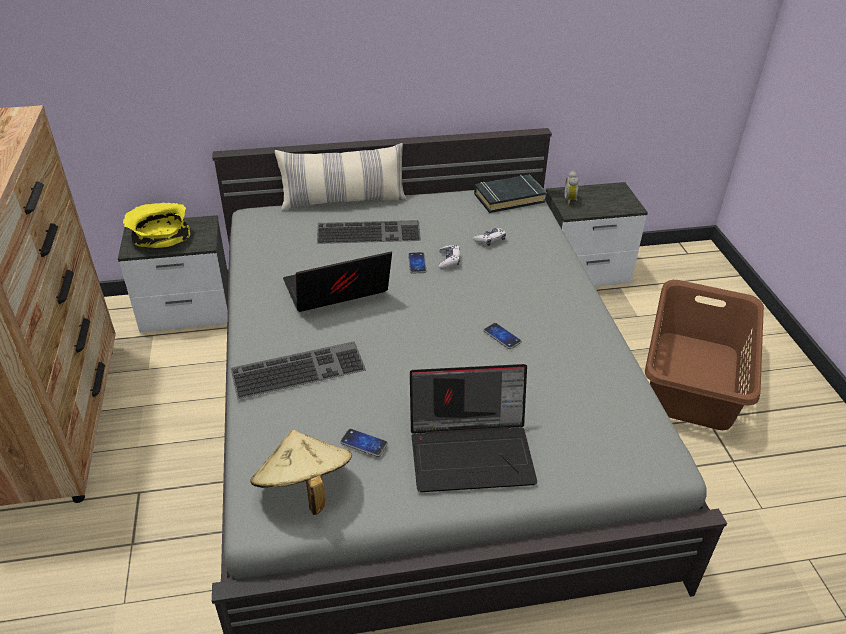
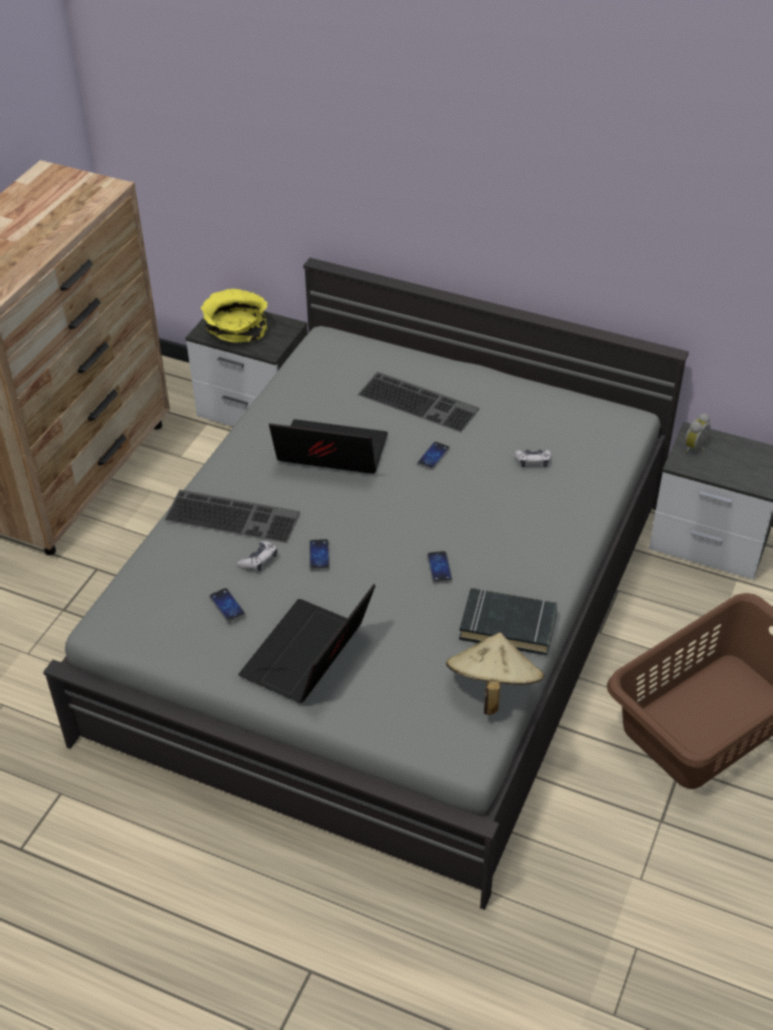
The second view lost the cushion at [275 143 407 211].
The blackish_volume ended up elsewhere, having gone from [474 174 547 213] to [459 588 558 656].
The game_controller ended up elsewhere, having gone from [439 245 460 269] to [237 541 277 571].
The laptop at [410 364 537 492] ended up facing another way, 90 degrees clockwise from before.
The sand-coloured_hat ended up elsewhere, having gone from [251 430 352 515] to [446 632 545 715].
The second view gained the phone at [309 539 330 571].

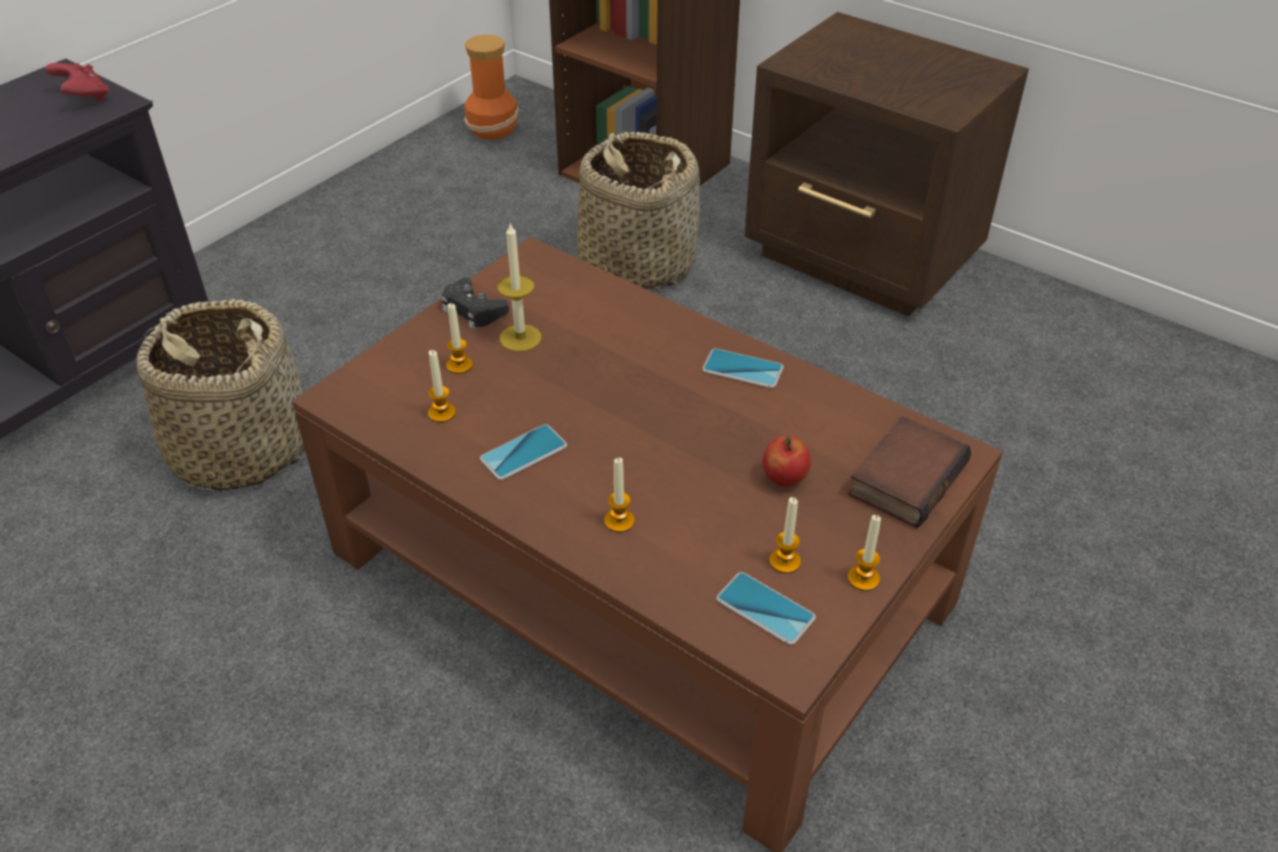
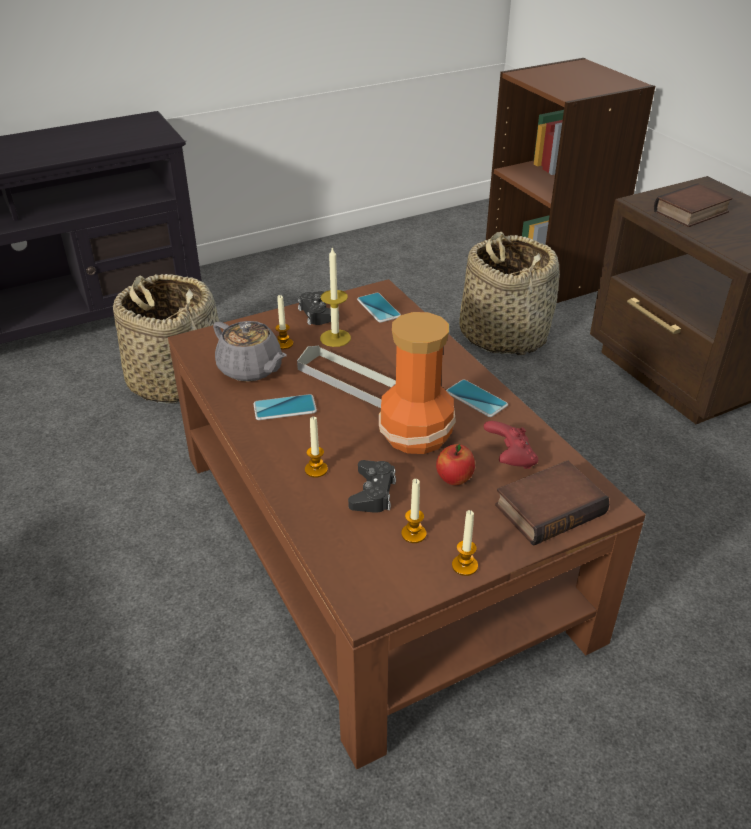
The flower_vase ended up elsewhere, having gone from [464 35 519 140] to [379 312 456 454].
The red-coloured_game_controller ended up elsewhere, having gone from [45 63 109 101] to [484 421 538 469].
Where the wax_candle stood at [428 350 456 423], the greyish_pot_for_tea came to stand at [213 321 287 382].
The phone ended up elsewhere, having gone from [716 572 816 645] to [357 293 401 323].
The second view gained the volume at [654 183 733 227].
The second view gained the greyish_tray at [297 346 396 408].
The second view gained the blackish_game_controller at [348 460 396 513].

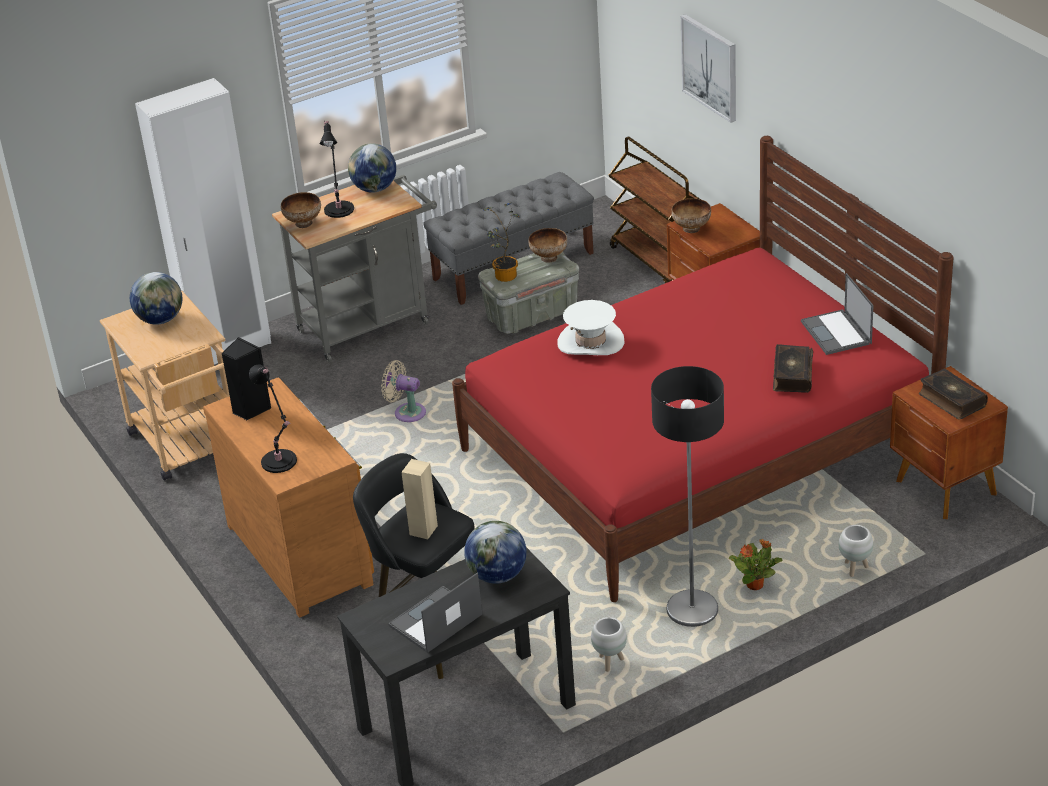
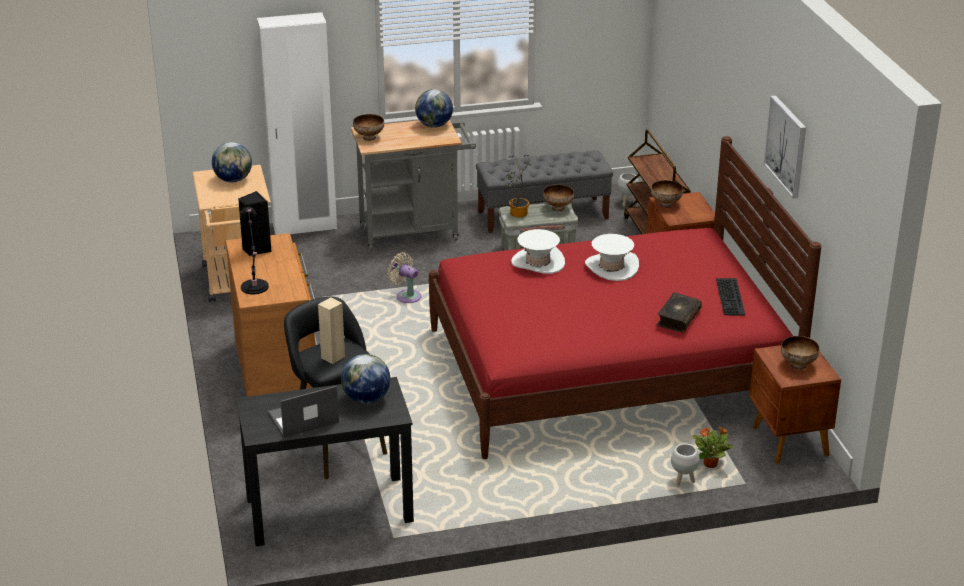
The wall_art ended up elsewhere, having gone from [681 14 736 123] to [764 95 806 198].
The second view lost the blackish_table_lamp at [320 120 354 218].
Where the laptop stood at [801 273 874 355], the computer_keyboard came to stand at [716 278 745 315].
The second view lost the floor_lamp at [651 366 724 627].
Where the volume stood at [919 368 988 420], the serving_bowl came to stand at [781 336 820 370].
The houseplant ended up elsewhere, having gone from [729 539 782 590] to [692 426 734 468].
The white_plant_pot ended up elsewhere, having gone from [591 617 627 672] to [617 173 639 207].
The second view gained the white_hat at [585 234 639 281].

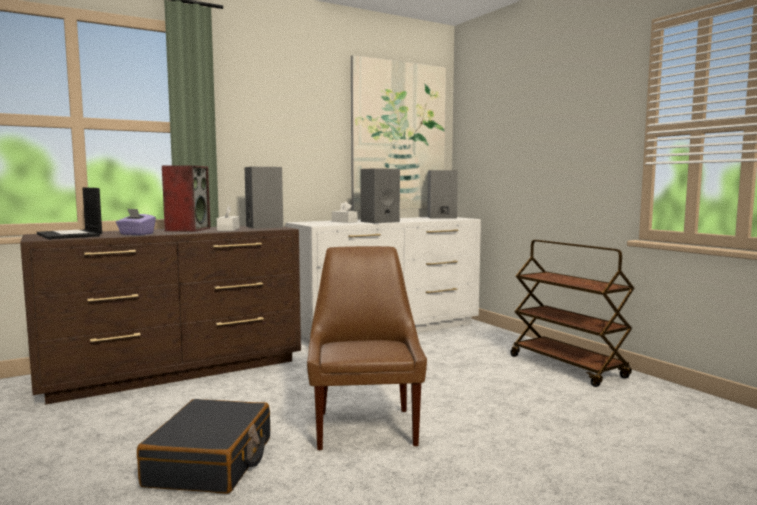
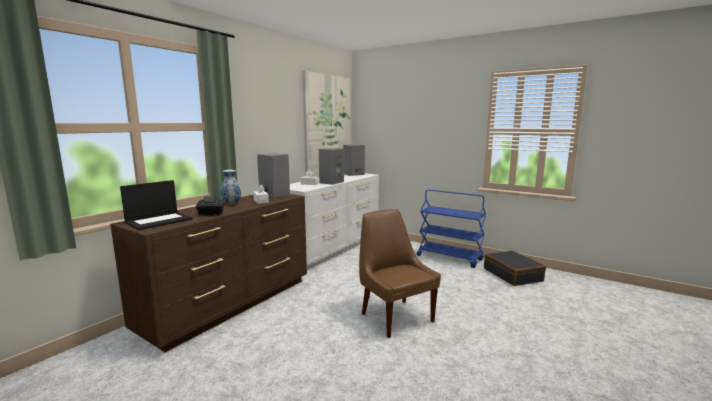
Where the speaker stood at [162 165 210 232], the flower_vase came to stand at [221 170 241 204].
The laptop at [37 188 102 239] ended up facing another way, 75 degrees counterclockwise from before.
What was the purple_box_of_tissues at [116 209 156 235] turned into the blackish_box_of_tissues at [195 196 224 216].
What was the brownish_wheeled_cart at [510 240 634 387] turned into the bluish_wheeled_cart at [417 189 486 268].
The blackish_piece_of_luggage ended up elsewhere, having gone from [137 399 270 494] to [484 251 546 286].

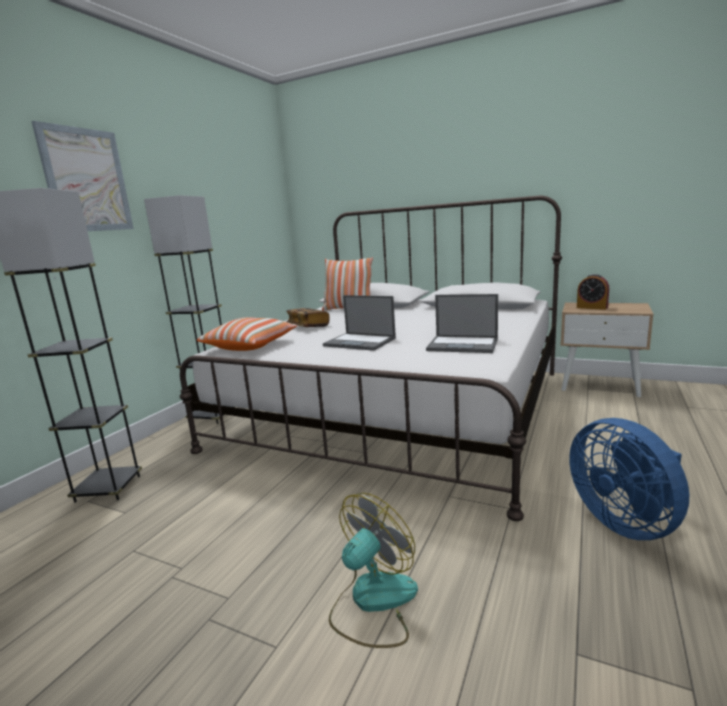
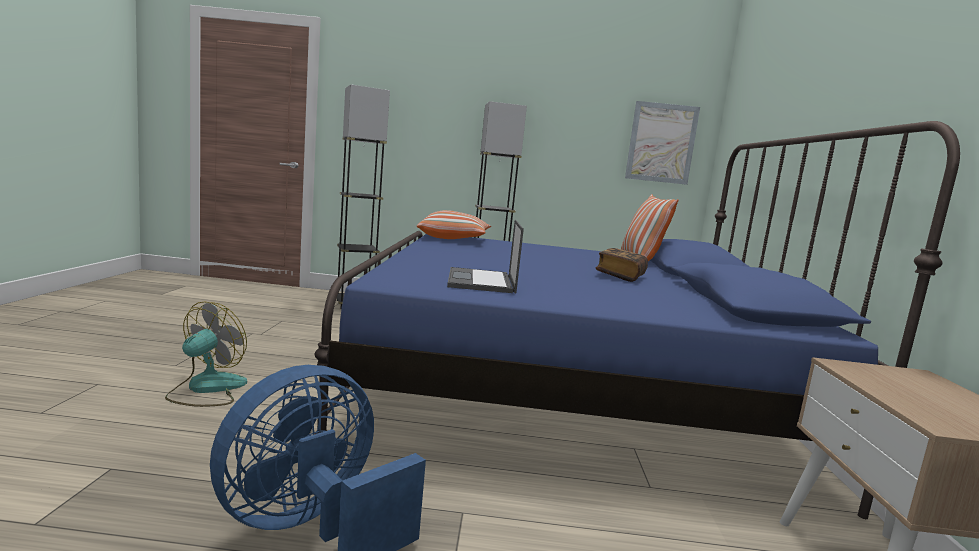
The wall_art ended up elsewhere, having gone from [32 121 134 231] to [625 101 700 185].
What was the white_sleeping_bed at [180 196 562 521] turned into the bluish_sleeping_bed at [314 121 960 519].
The second view lost the table_clock at [577 274 609 310].
The second view lost the laptop at [323 295 396 351].
The volume ended up elsewhere, having gone from [286 308 330 327] to [596 248 648 282].
The fan at [329 493 418 648] ended up facing another way, 90 degrees counterclockwise from before.

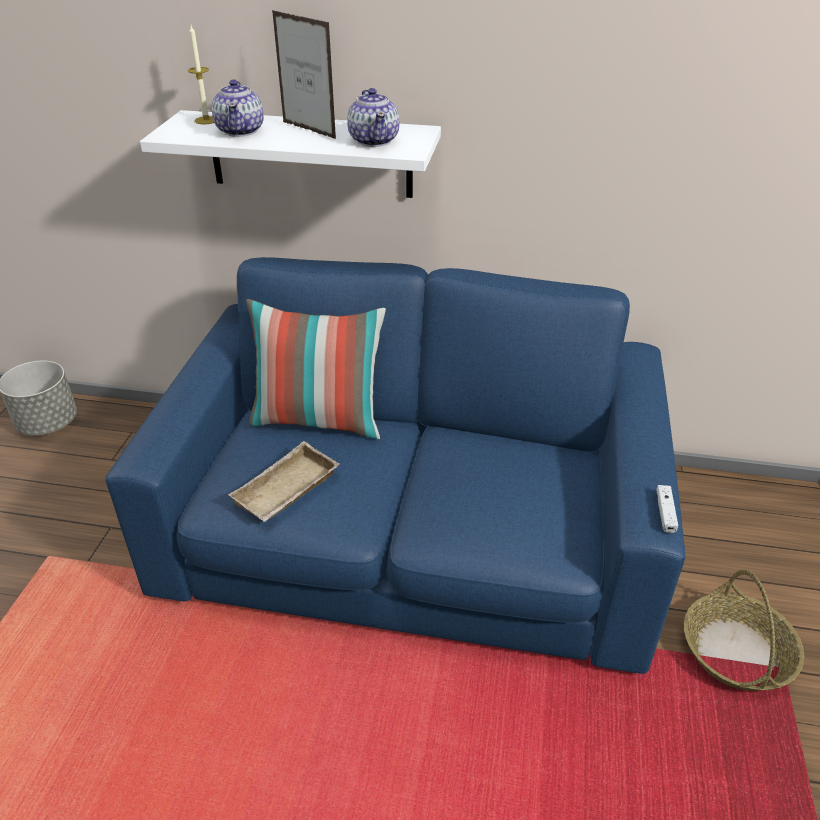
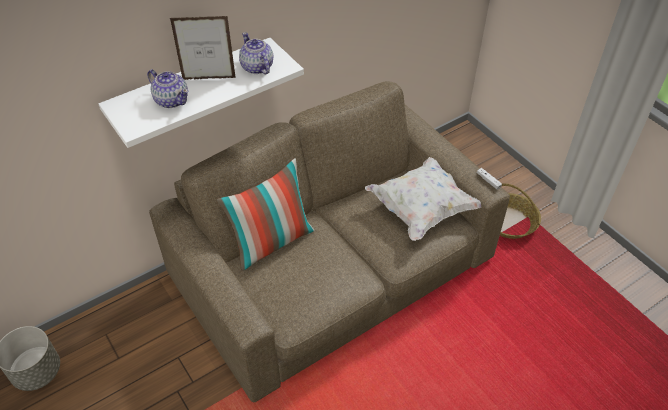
The second view lost the wax_candle at [188 25 214 124].
The pot_for_tea at [347 88 400 147] ended up facing another way, 150 degrees counterclockwise from before.
What was the bluish_settee at [105 257 685 674] turned into the brownish_settee at [149 81 510 402].
The second view lost the sand-coloured_tray at [228 441 339 522].
The second view gained the white_cushion at [365 157 481 241].

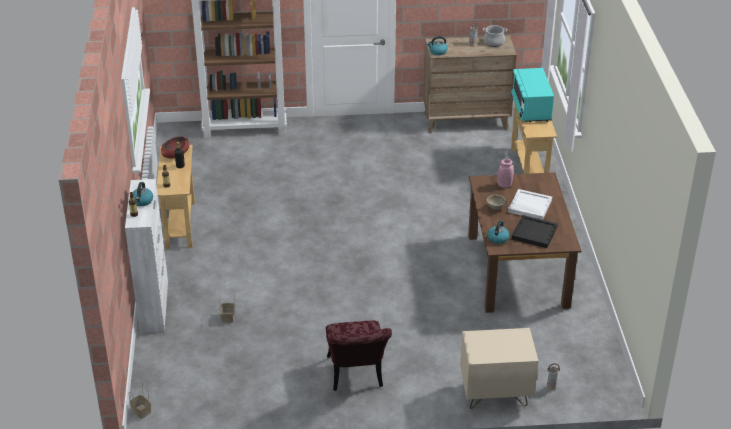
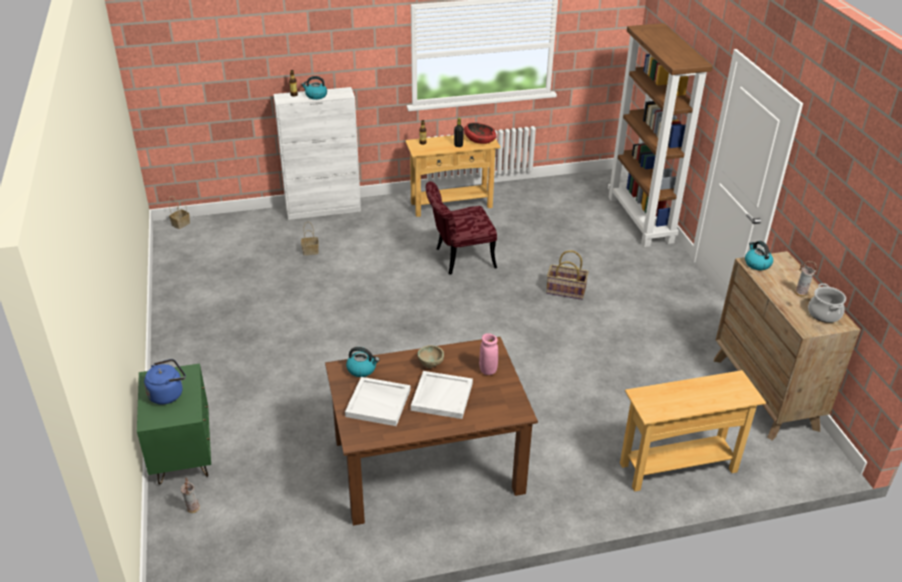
The second view lost the turquoise-coloured_microwave_oven at [511 68 554 123].
What was the blackish_tray at [512 215 558 248] turned into the white_tray at [345 377 410 426].
The red-coloured_chair ended up elsewhere, having gone from [326 321 392 391] to [426 181 497 275].
What was the sand-coloured_nightstand at [460 328 538 409] turned into the green_nightstand at [137 363 211 485].
The second view gained the basket at [546 250 589 300].
The second view gained the bluish_tea_kettle at [144 359 186 404].

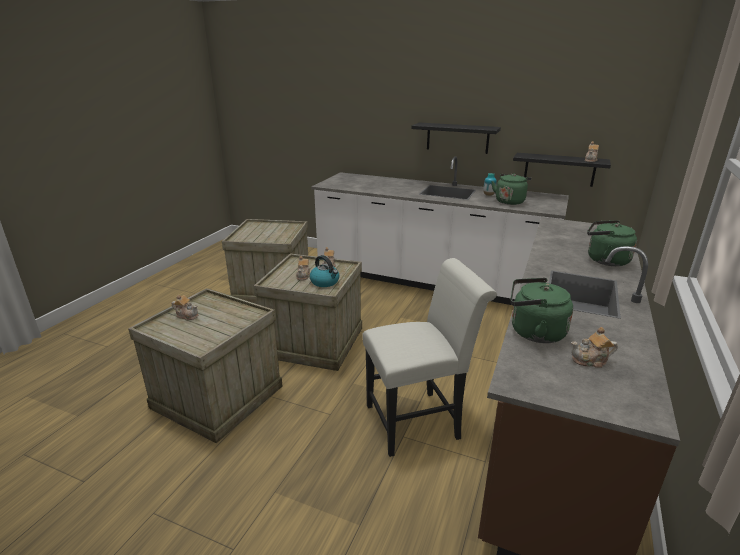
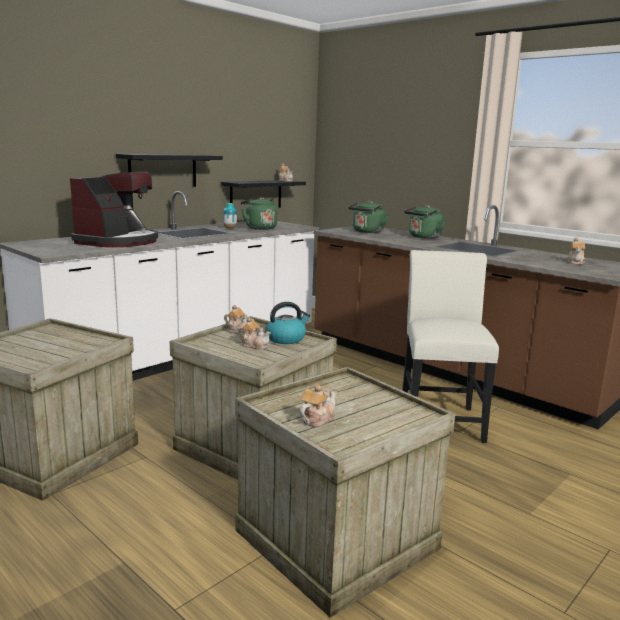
The green_tea_kettle ended up elsewhere, having gone from [511 278 573 343] to [348 201 389 233].
The second view gained the coffee_maker at [70 171 158 247].

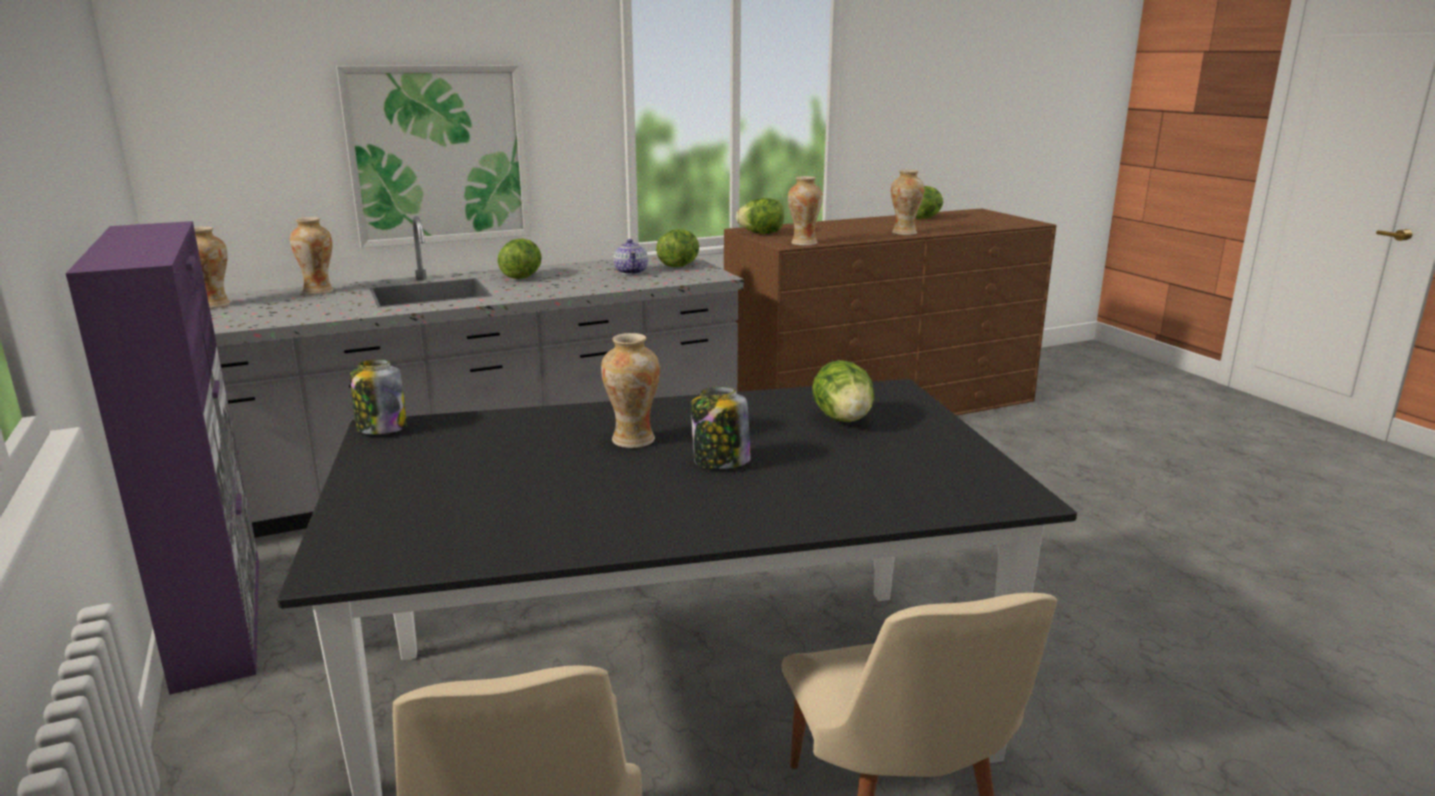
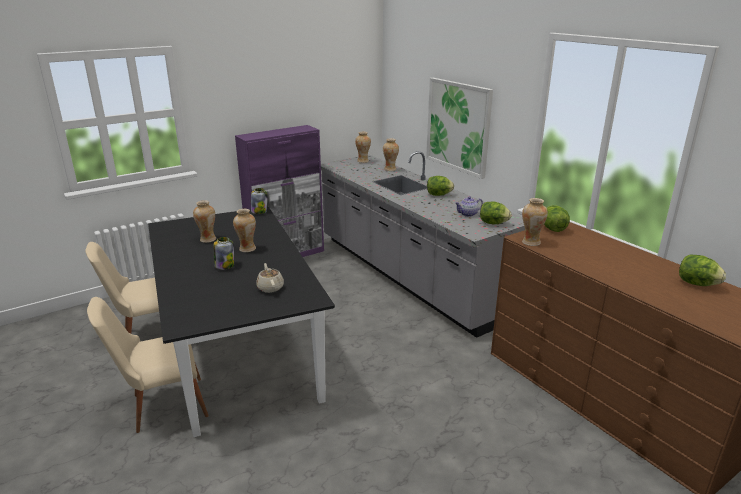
The flower_vase ended up elsewhere, having gone from [891 170 924 235] to [193 200 216 243].
Where the head_of_lettuce stood at [812 360 874 422], the sand-coloured_pot_for_tea came to stand at [256 263 284 293].

